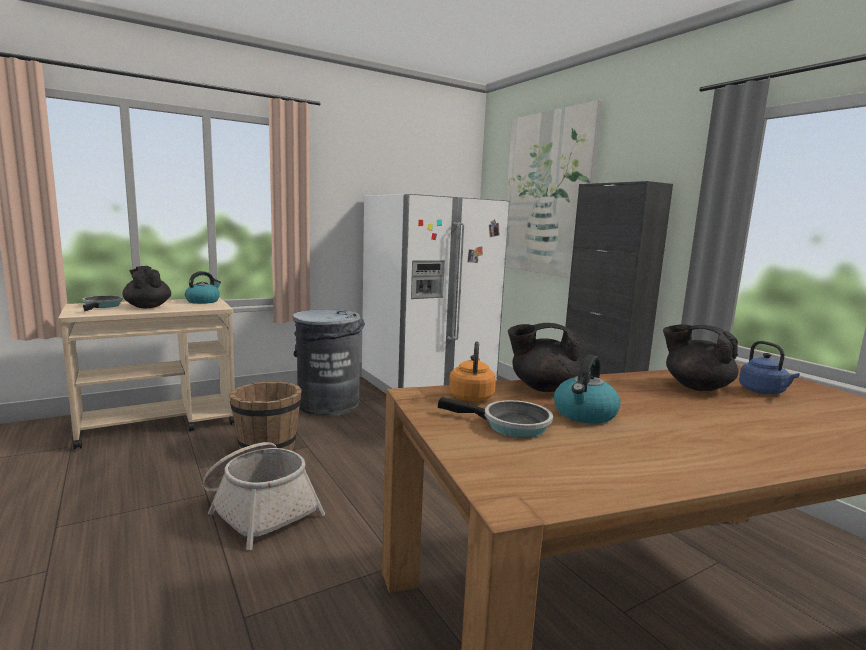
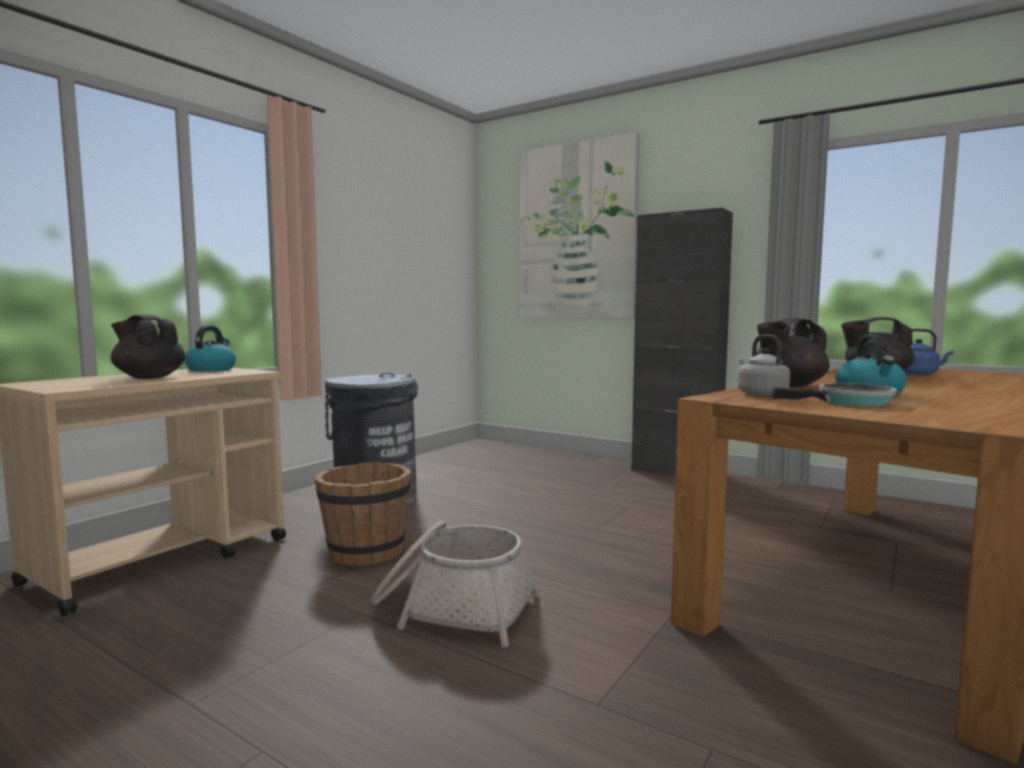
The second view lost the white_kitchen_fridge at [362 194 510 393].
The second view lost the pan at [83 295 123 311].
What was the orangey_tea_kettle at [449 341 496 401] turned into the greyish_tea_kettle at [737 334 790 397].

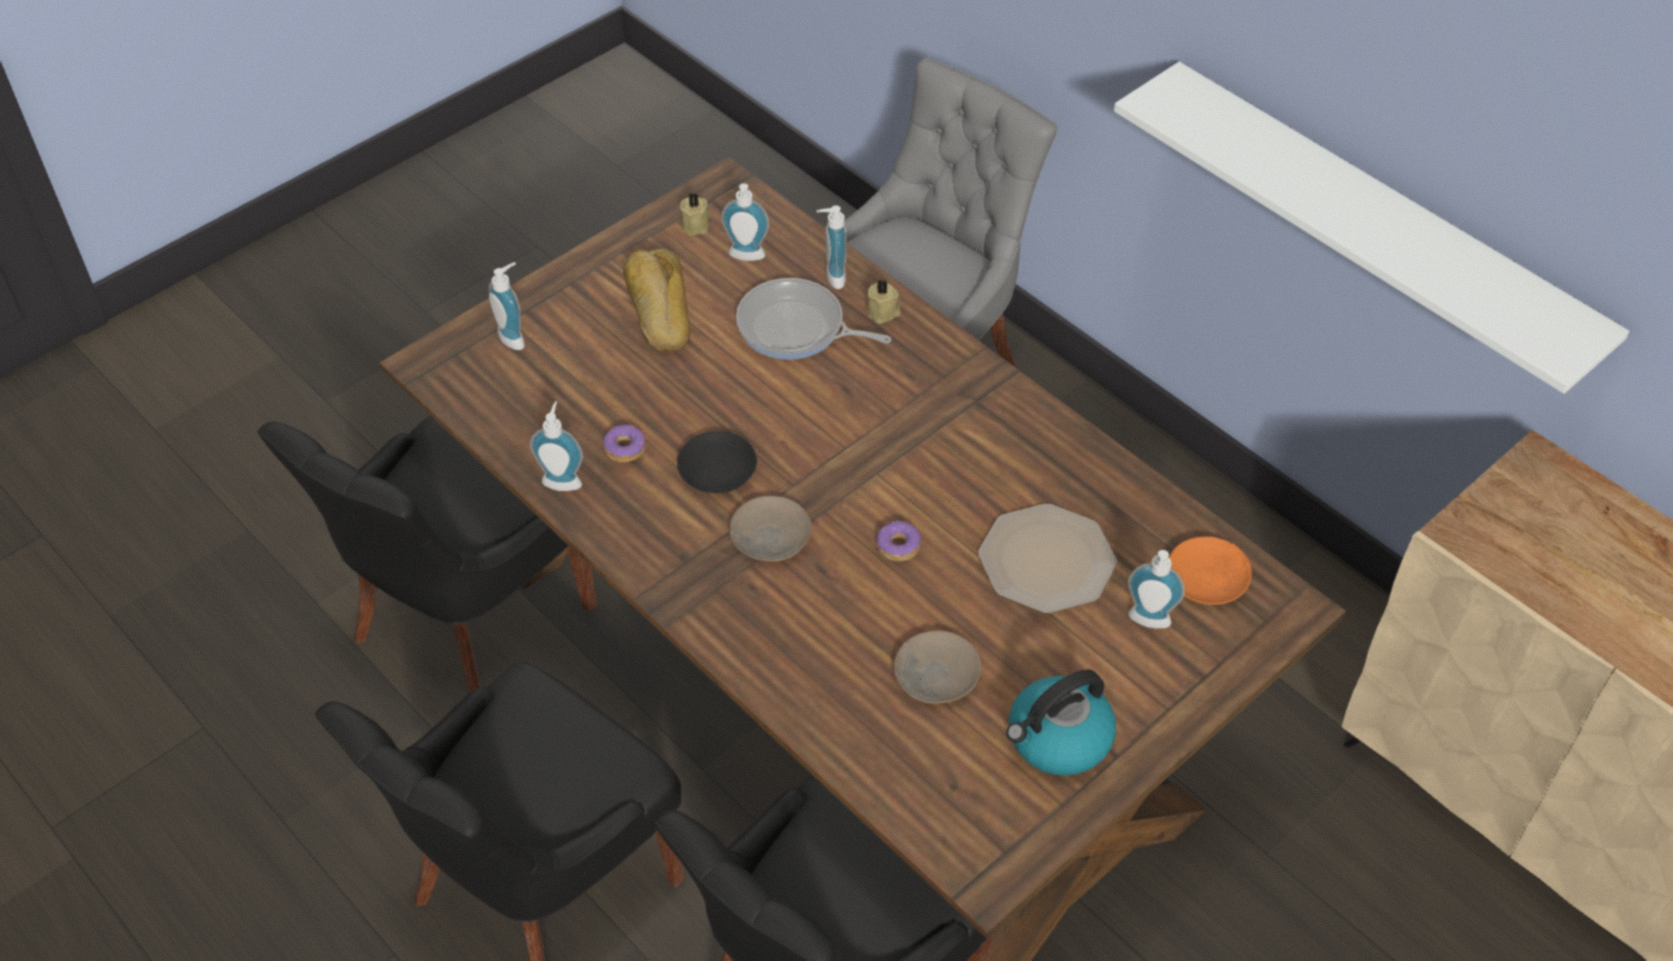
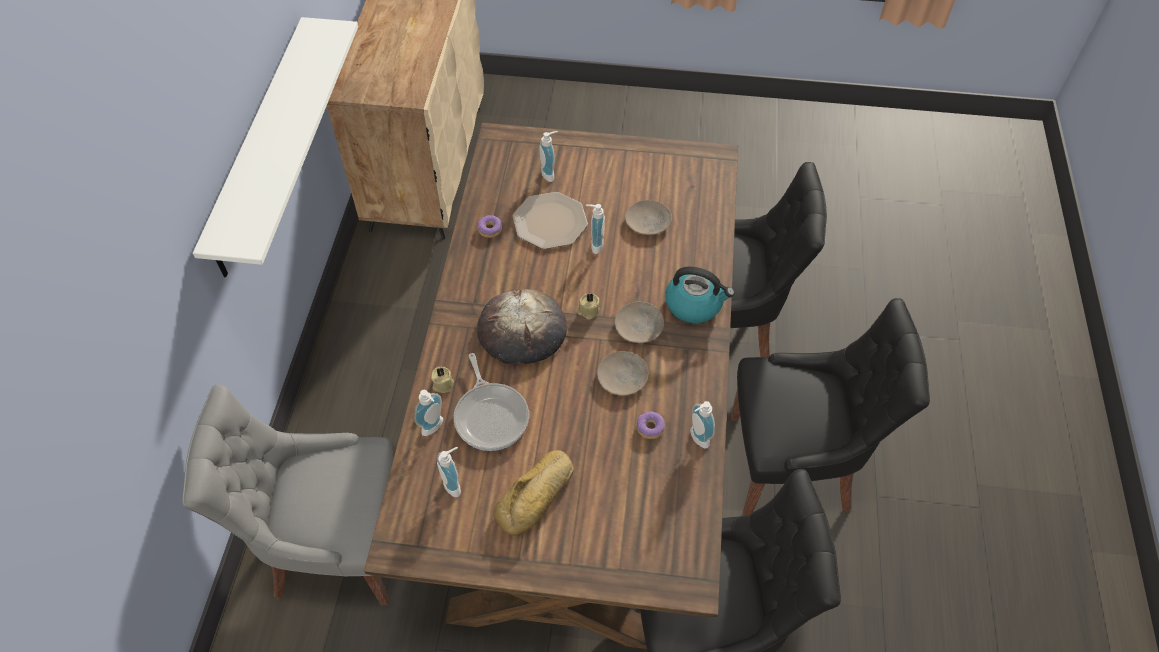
The sand-coloured_wax_candle ended up elsewhere, having gone from [680 192 710 235] to [577 293 600 320].
The liquid_soap_bottle ended up elsewhere, having gone from [489 262 525 350] to [586 204 605 254].
What was the blackish_flat_dish at [677 431 757 493] turned into the sand-coloured_flat_dish at [597 351 648 396].
The donut ended up elsewhere, having gone from [877 520 921 562] to [477 215 502 238].
The second view lost the orangey_flat_dish at [1169 536 1252 605].
The tea_kettle ended up elsewhere, having gone from [1006 670 1116 776] to [665 266 735 323].
The second view gained the baked_bread at [477 289 567 364].

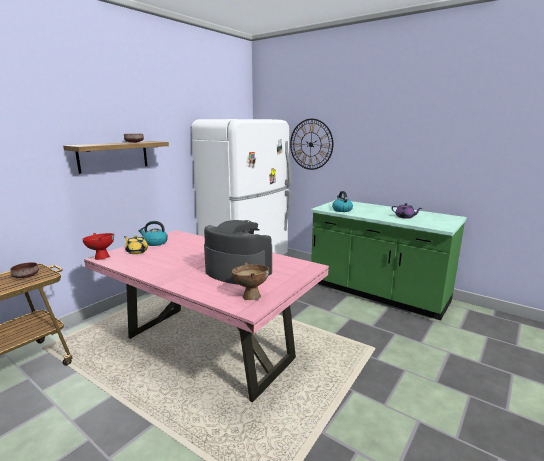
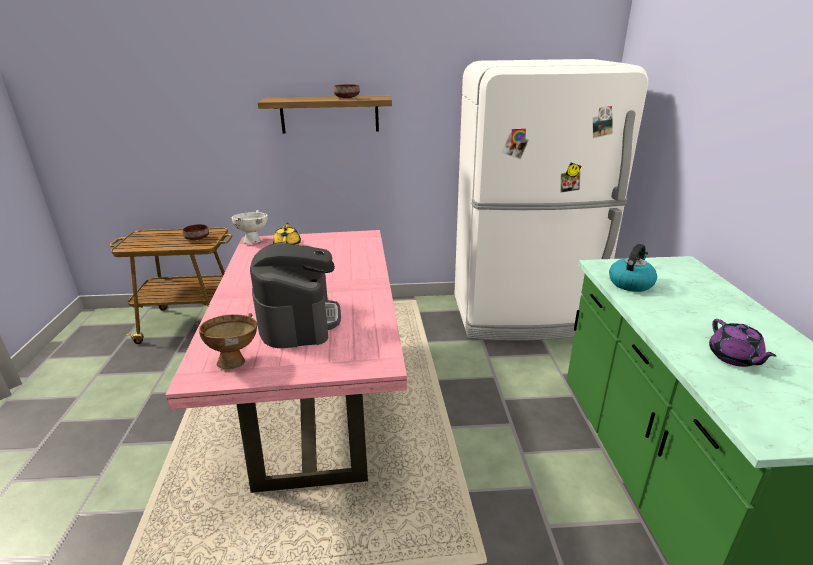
The second view lost the hanging_clock at [290 119 333 170].
The second view lost the tea_kettle at [139 221 168 246].
What was the red-coloured_serving_bowl at [82 233 114 260] turned into the white_serving_bowl at [231 210 268 244].

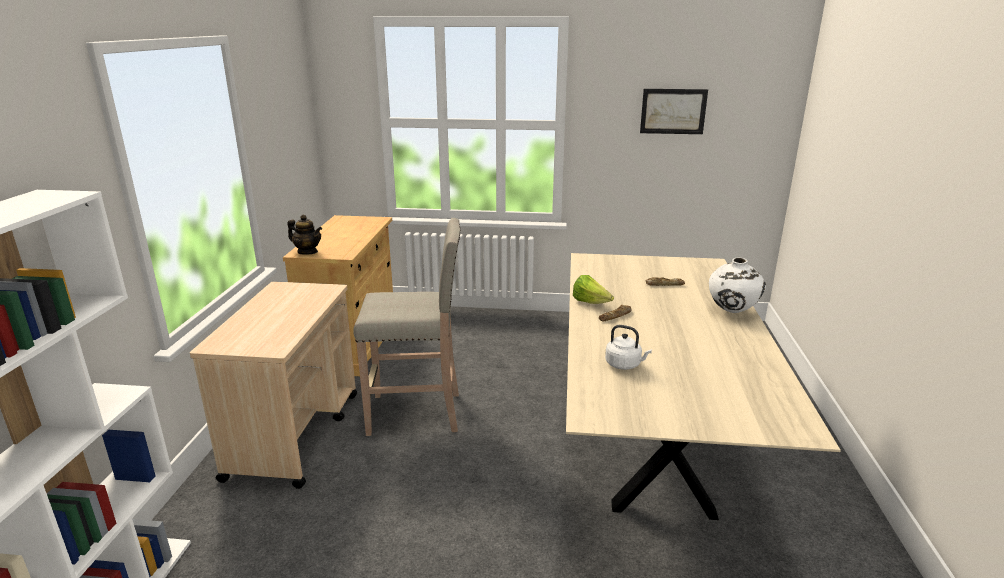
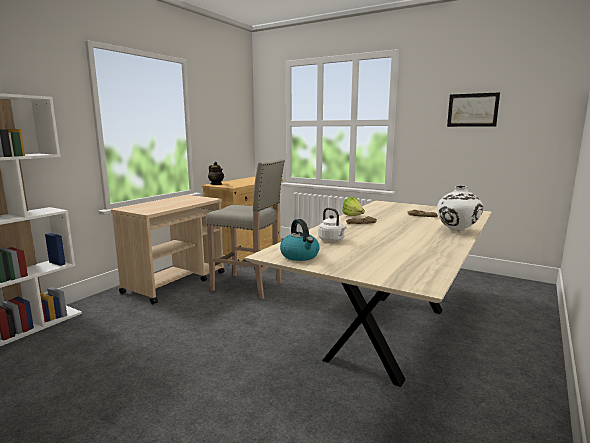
The second view gained the tea_kettle at [280 219 320 261].

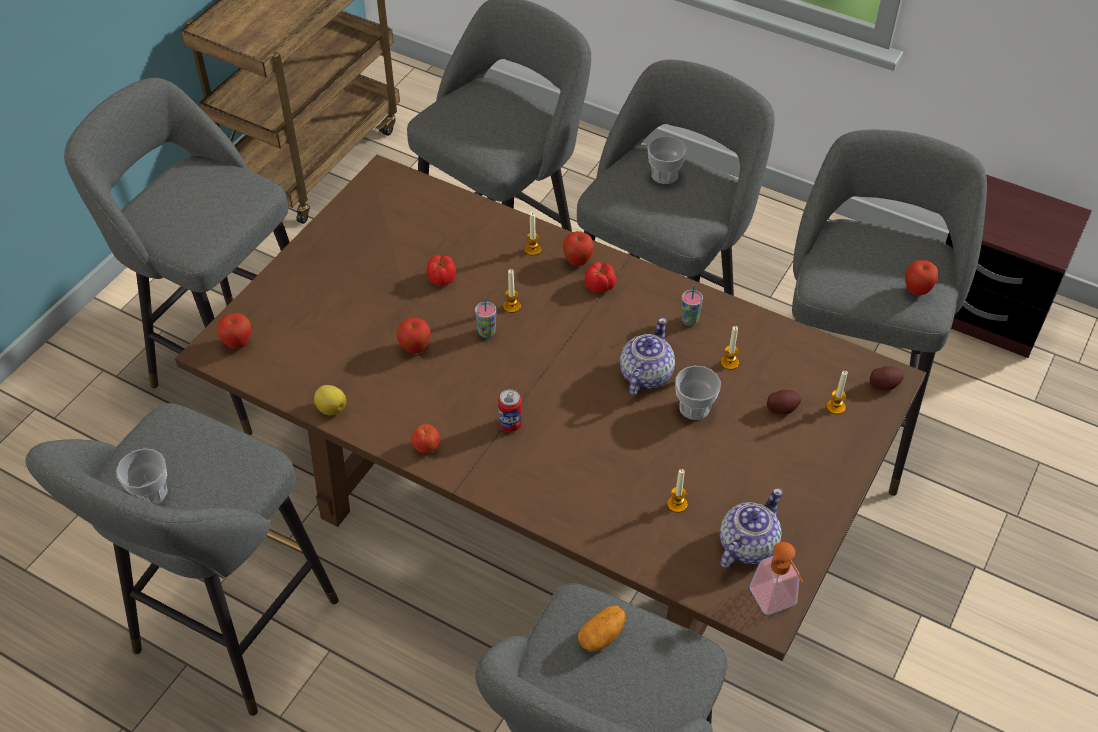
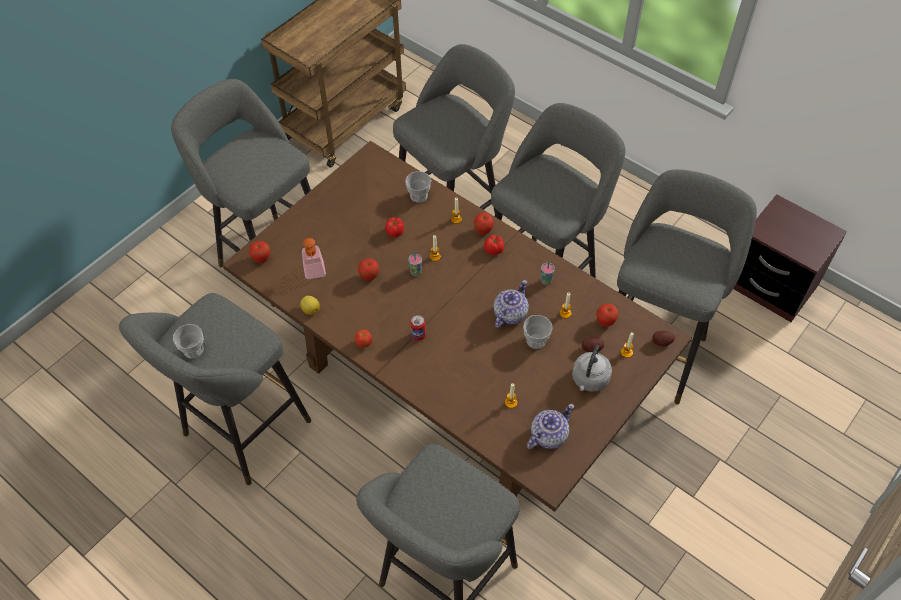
The small_cup ended up elsewhere, having gone from [647 136 687 184] to [405 171 431 203].
The whole_apple ended up elsewhere, having gone from [905 260 938 295] to [596 304 619 327].
The liquid_soap_bottle ended up elsewhere, having gone from [750 542 803 615] to [302 238 326 279].
The second view lost the potato at [578 606 626 652].
The second view gained the greyish_tea_kettle at [572 345 612 392].

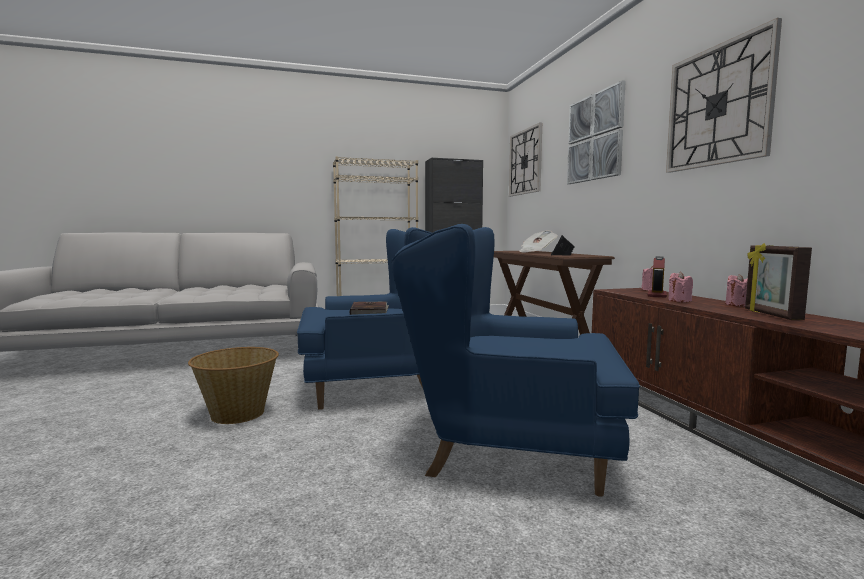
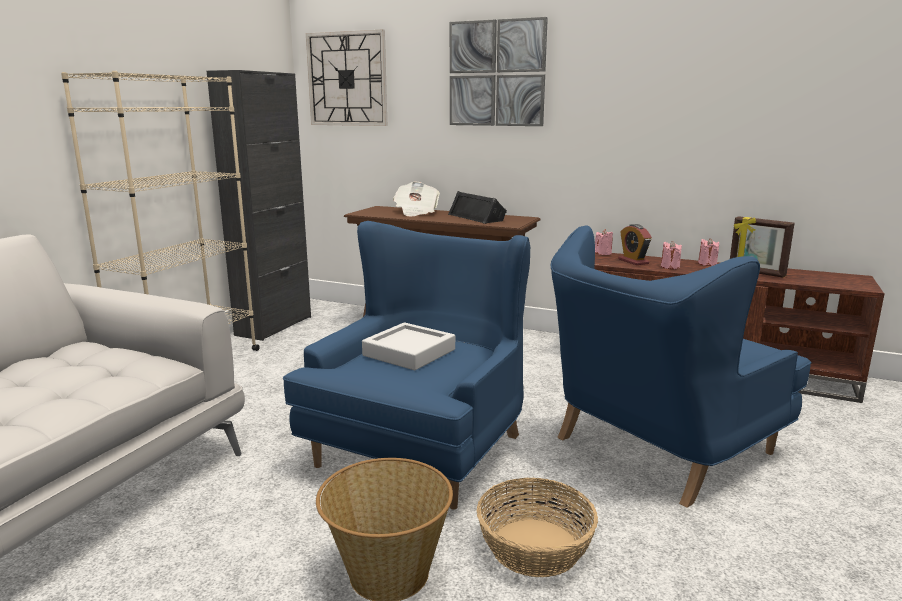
The second view lost the hanging_clock at [666 18 782 173].
Where the brownish_volume stood at [350 301 389 315], the greyish_tray came to stand at [362 322 455 370].
The second view gained the basket at [477 478 598 577].

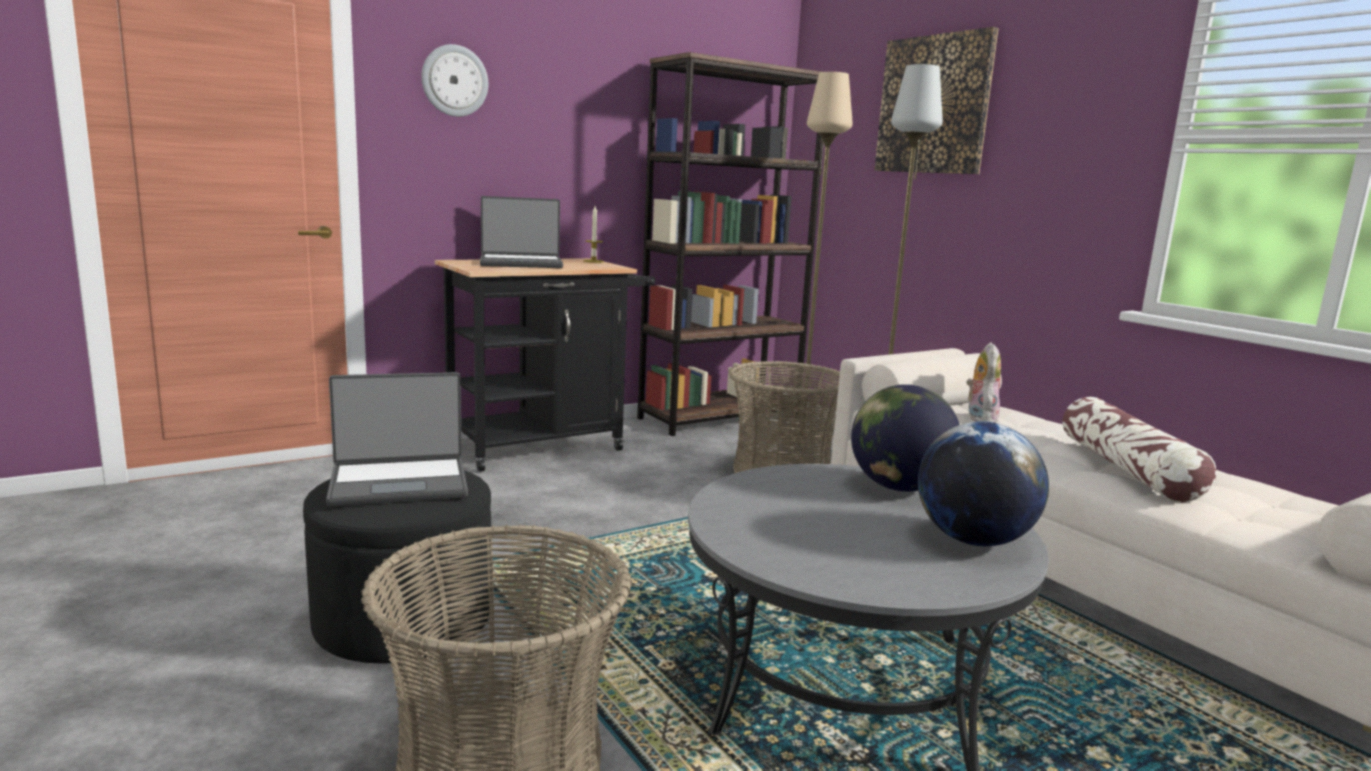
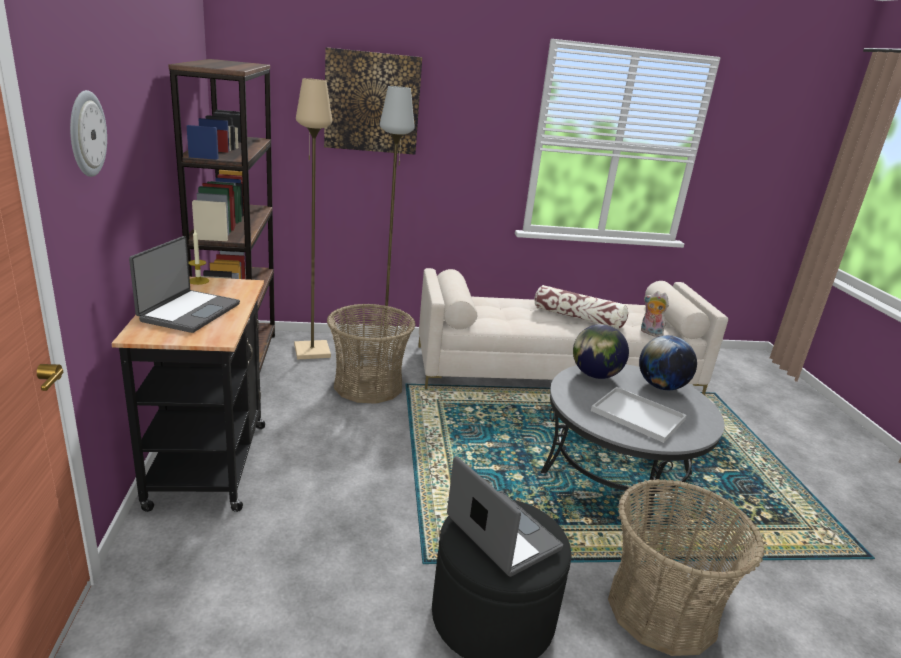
The soft_toy ended up elsewhere, having gone from [966 342 1001 423] to [641 291 669 337].
The laptop at [326 372 468 506] ended up facing another way, 45 degrees counterclockwise from before.
The second view gained the white_tray at [591 387 687 443].

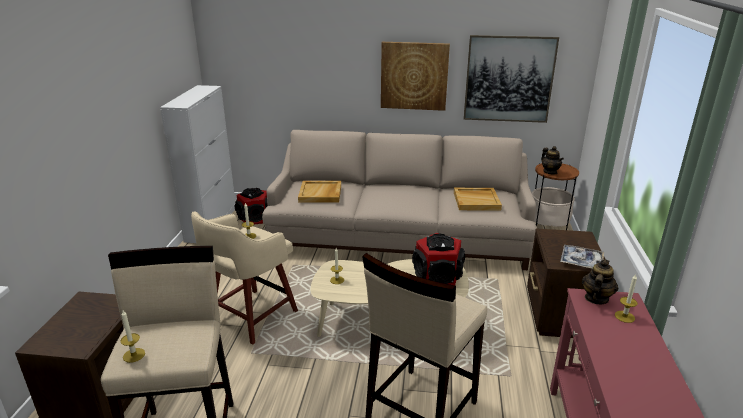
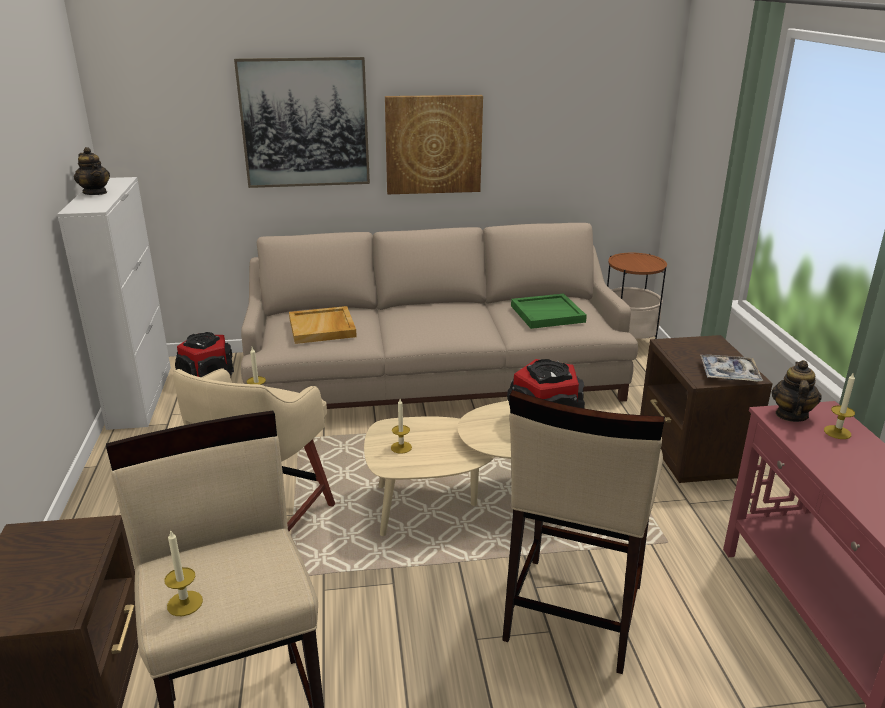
The wall_art ended up elsewhere, having gone from [464 35 559 123] to [234 57 370 188].
The pot_for_tea ended up elsewhere, having gone from [541 146 564 175] to [74 147 110 195].
What was the sand-coloured_tray at [454 188 502 210] turned into the green_tray at [511 293 587 329].

